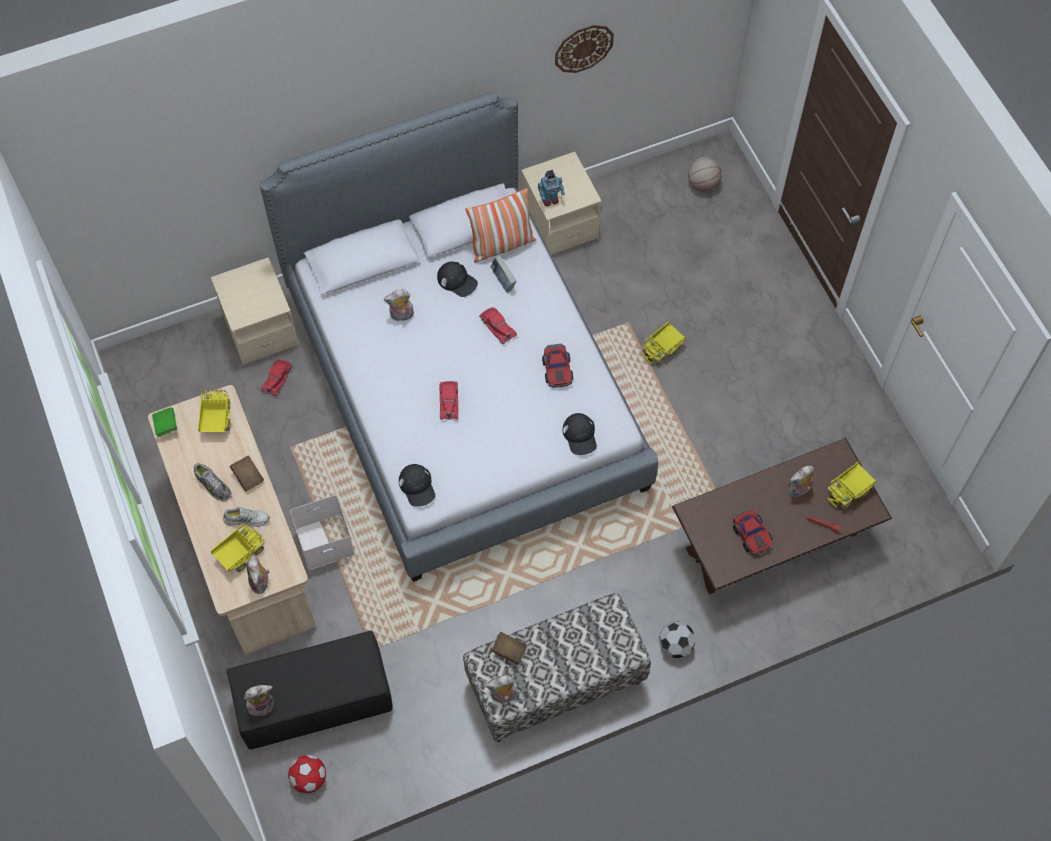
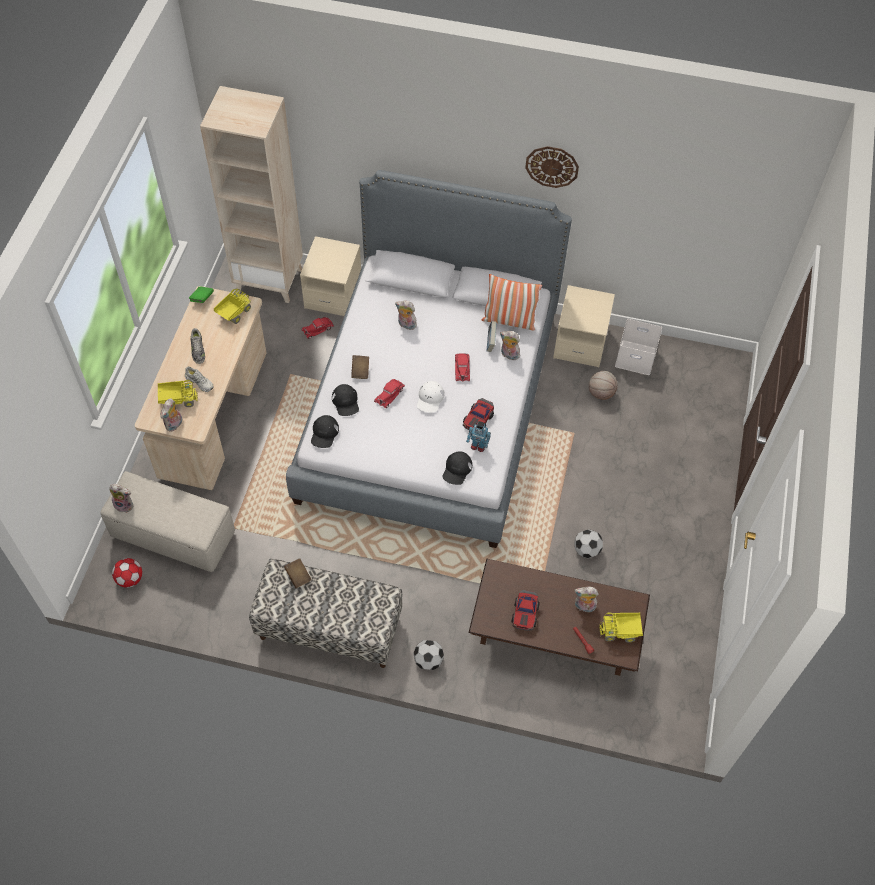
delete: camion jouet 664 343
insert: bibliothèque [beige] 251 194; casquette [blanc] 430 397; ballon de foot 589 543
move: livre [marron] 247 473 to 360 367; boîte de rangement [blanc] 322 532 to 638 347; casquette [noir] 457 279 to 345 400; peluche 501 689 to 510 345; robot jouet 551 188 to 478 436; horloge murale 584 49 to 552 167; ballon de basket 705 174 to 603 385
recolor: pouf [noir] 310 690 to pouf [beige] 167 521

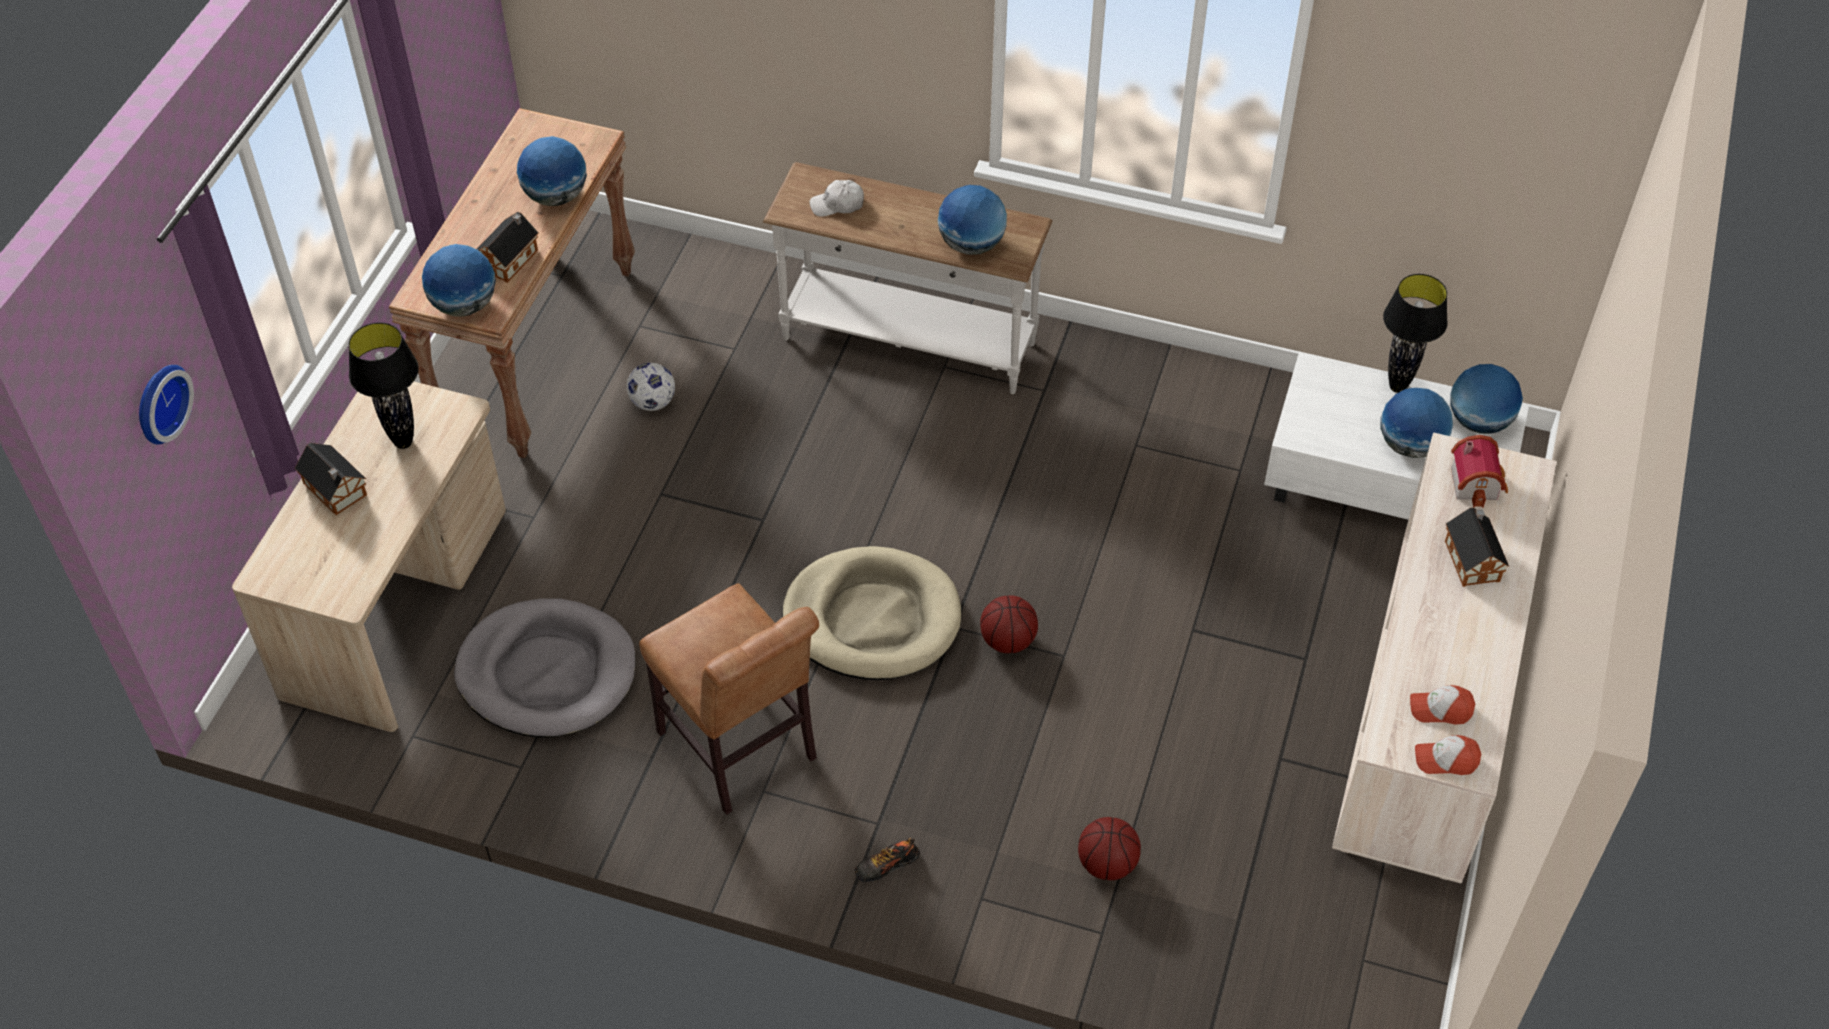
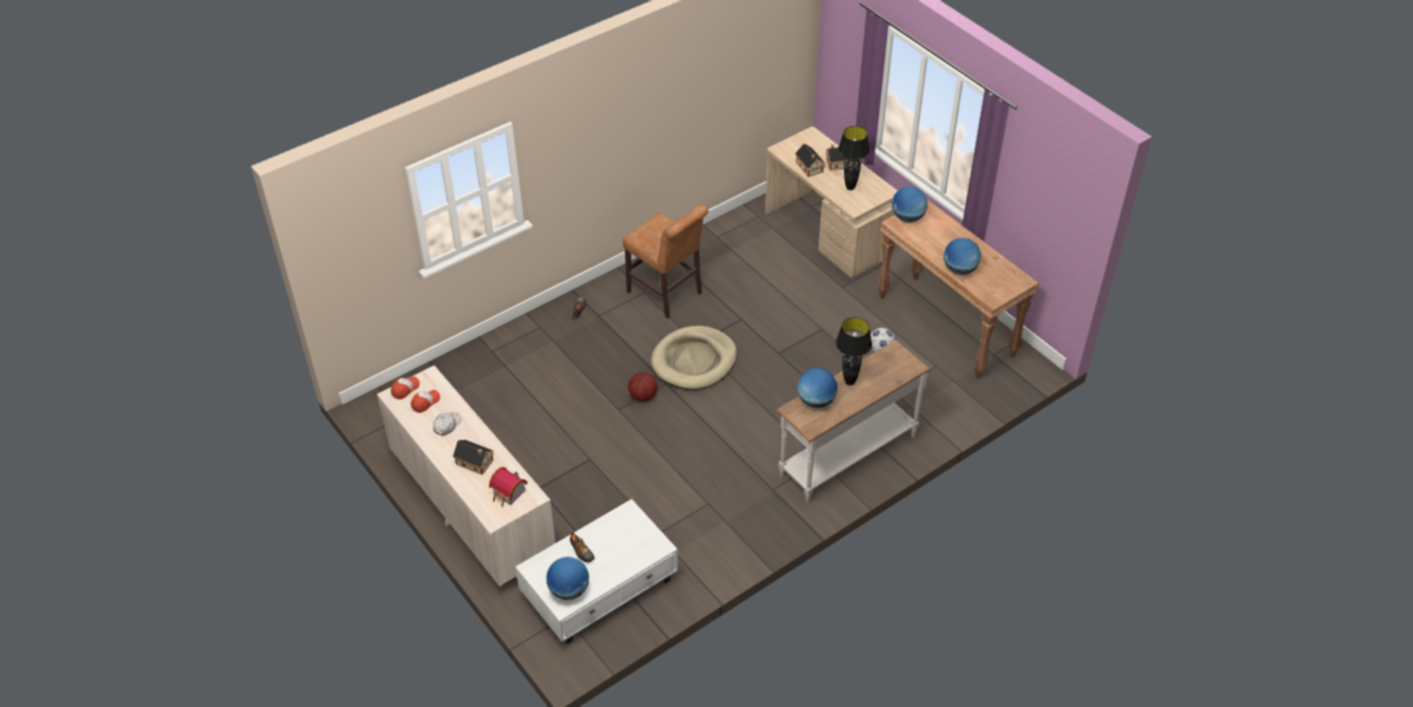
delete: horloge murale 166 405; panier pour chien [gris] 544 668; ballon de basket 1109 848
move: maison miniature 508 247 to 810 160; casquette [blanc] 837 198 to 447 424; lampe de table [noir] 1415 333 to 854 351
replace: globe 1417 423 to chaussure 582 547
rotate: chaise [marron] 729 699 = 665 261 135 degrees counterclockwise

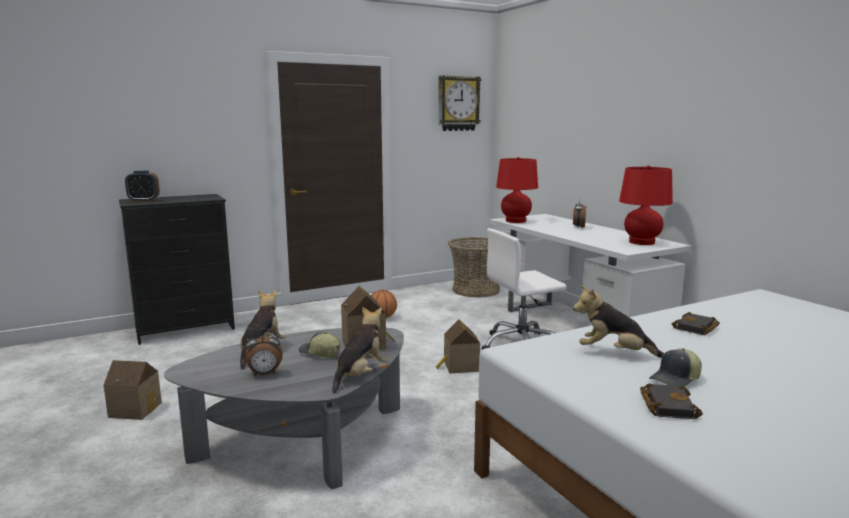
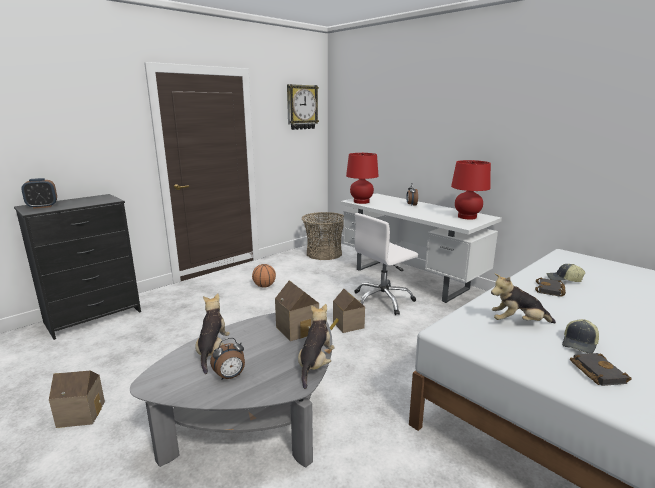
move: casquette 319 345 to 565 273

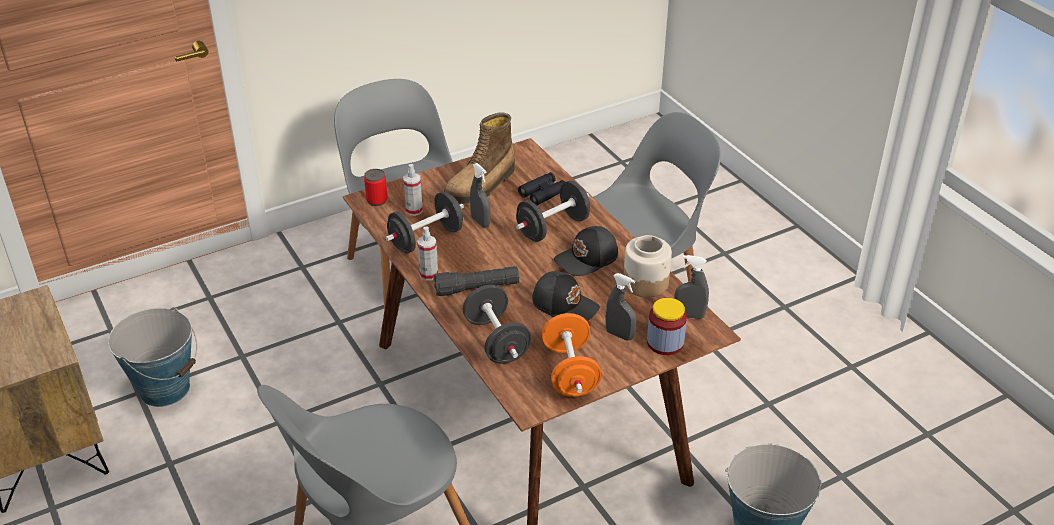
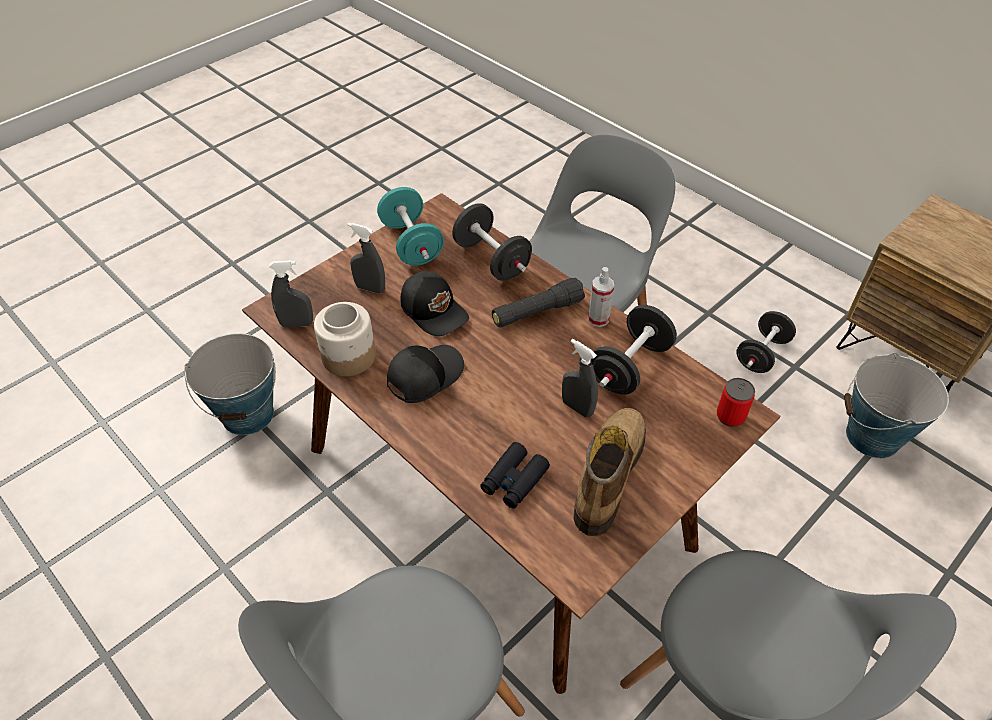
delete: vaporisateur 413 190; bocal 667 326
move: haltère [noir] 553 211 to 766 342
recolor: haltère [orange] 572 355 to haltère [turquoise] 410 226
rotate: casquette [noir] 566 296 = 435 303 150 degrees counterclockwise

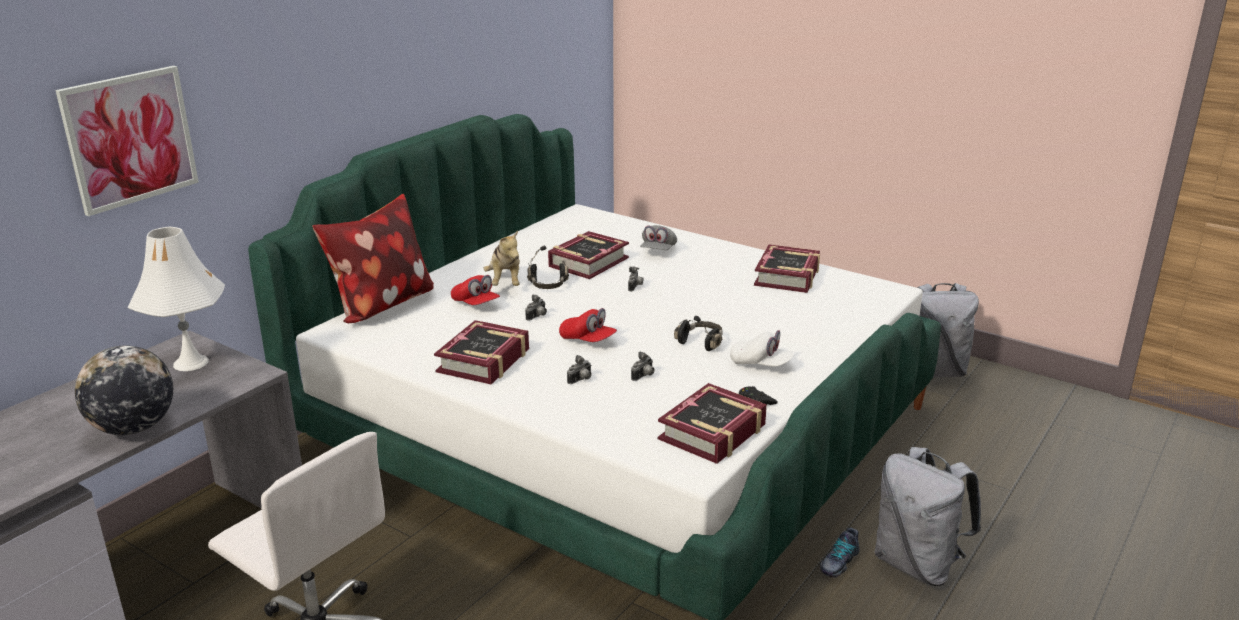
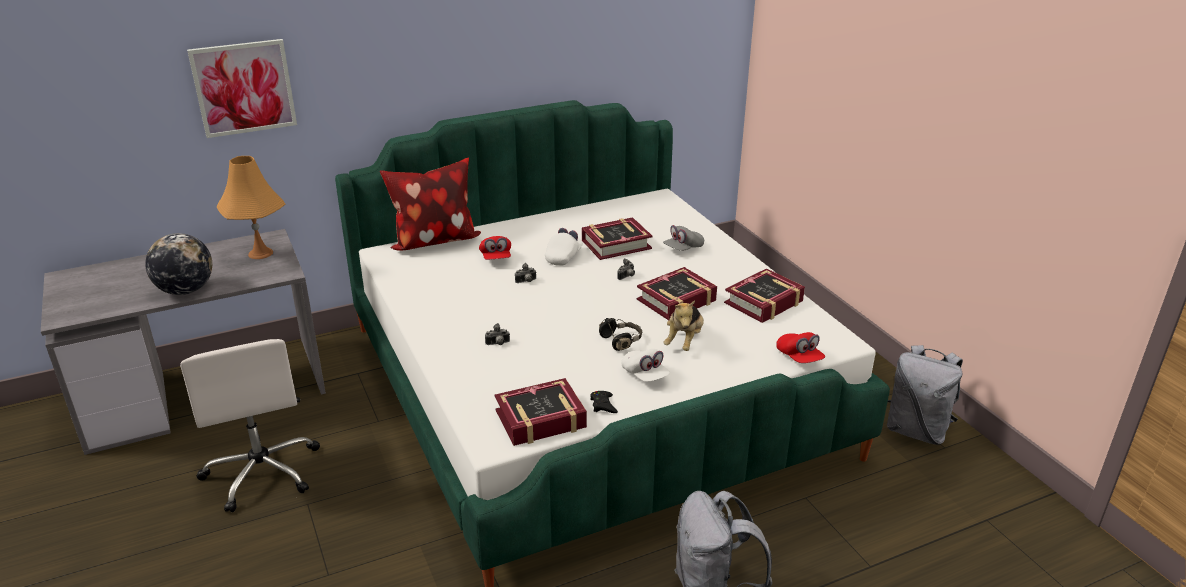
delete: appareil photo 643 366; chaussure 840 553
move: livre 481 352 to 677 293; peluche 501 258 to 684 325; casquette [rouge] 588 325 to 800 347
replace: casque audio [noir] 548 267 to casquette [blanc] 563 247
recolor: lampe de table [blanc] 176 299 to lampe de table [orange] 250 207

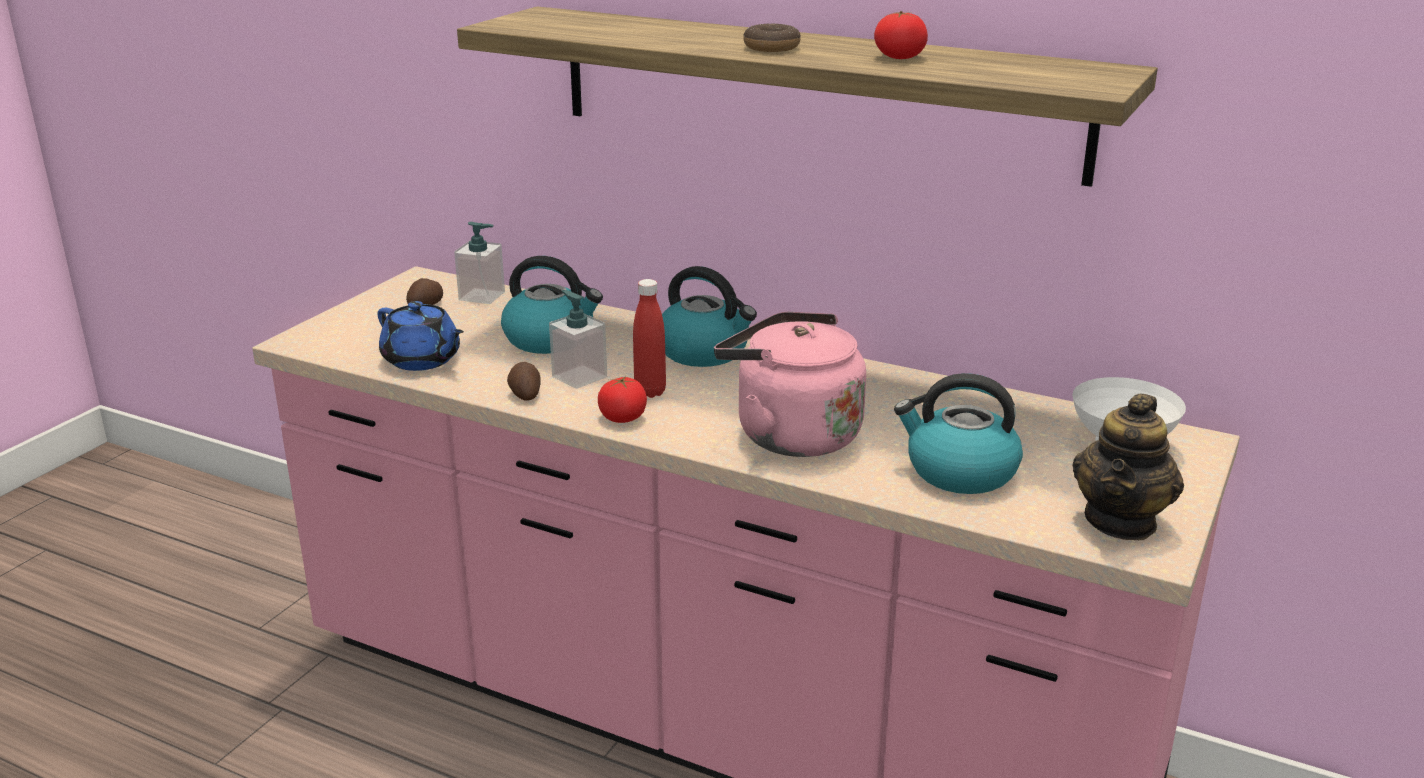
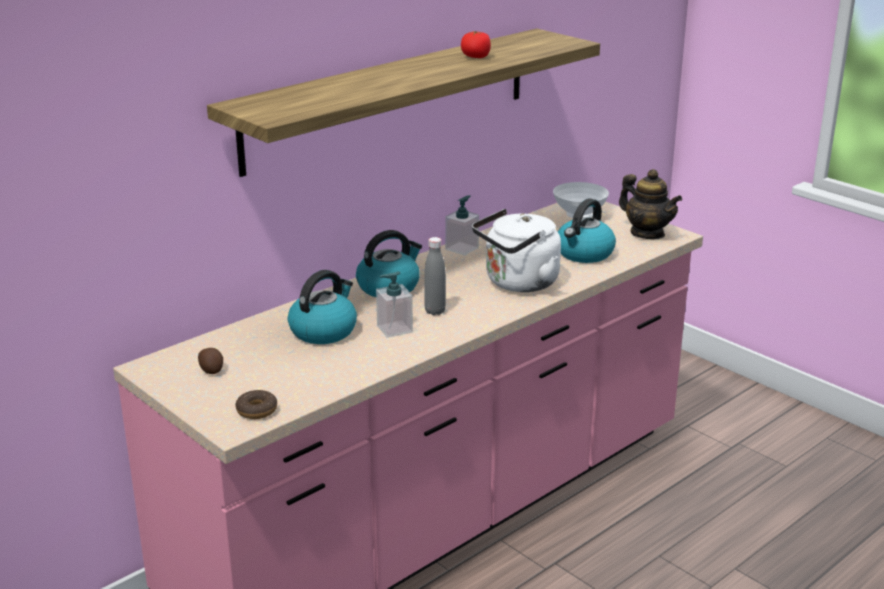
delete: théière [bleu] 420 336; pomme de terre 524 381; tomate 622 399
move: distributeur de savon 479 263 to 462 225; beignet 772 37 to 256 404
recolor: bouteille [rouge] 649 338 to bouteille [gris] 435 276; bouilloire [rose] 790 384 to bouilloire [blanc] 516 250

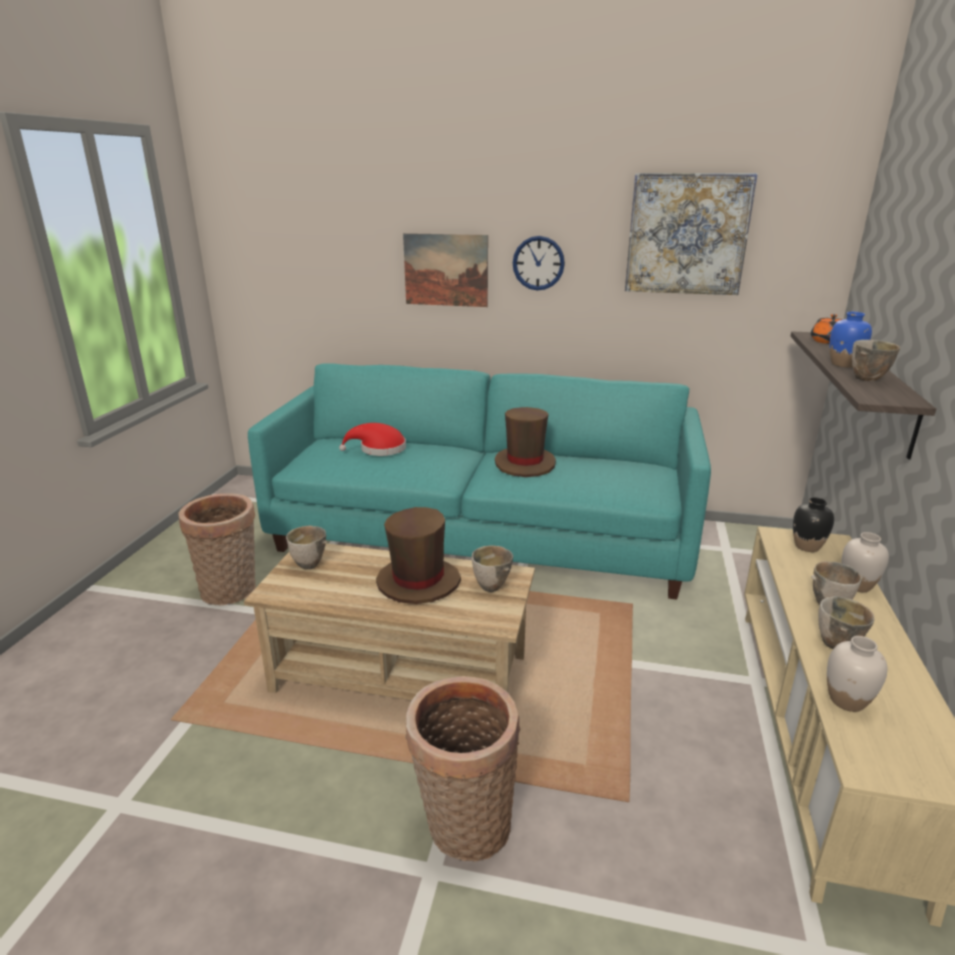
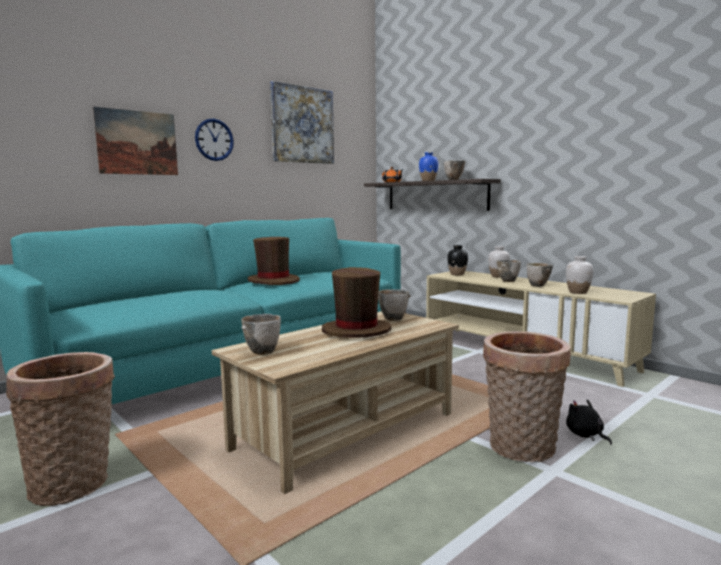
delete: chapeau [rouge] 372 439
insert: peluche [noir] 589 422

